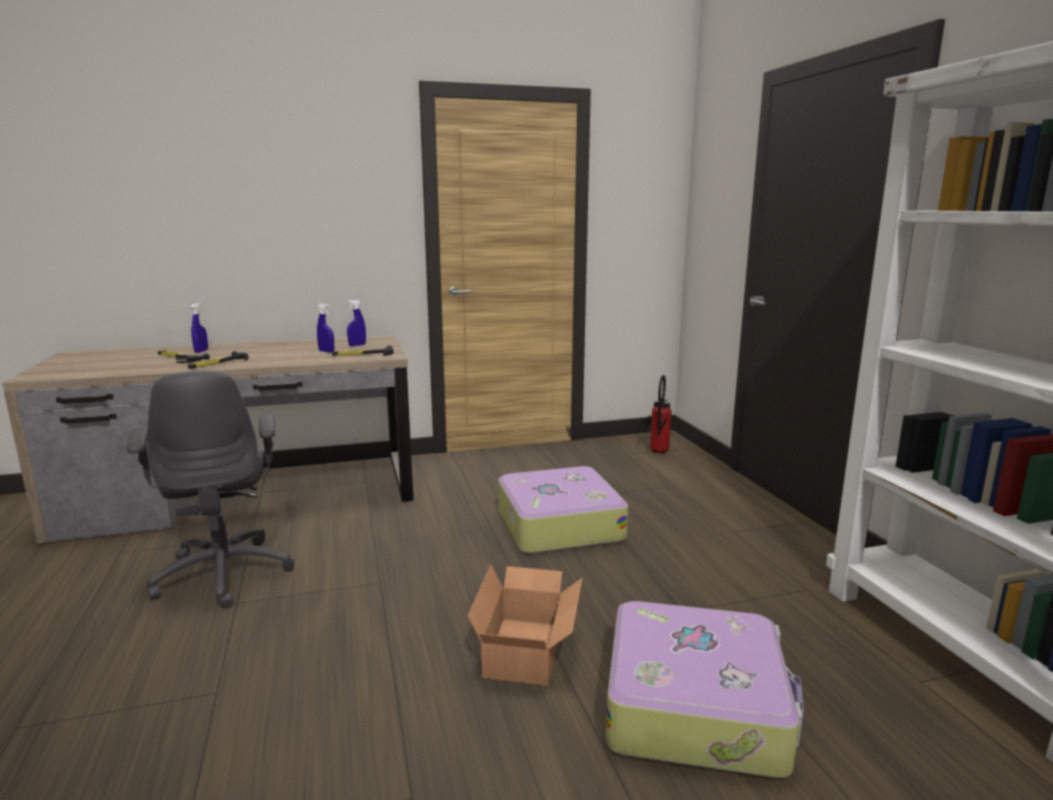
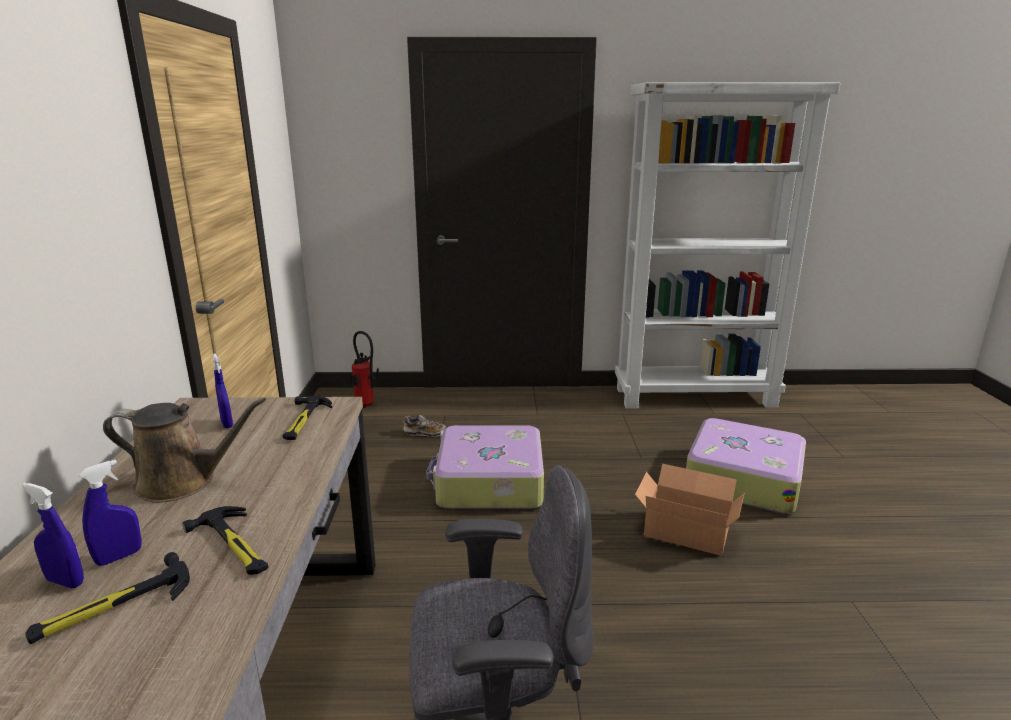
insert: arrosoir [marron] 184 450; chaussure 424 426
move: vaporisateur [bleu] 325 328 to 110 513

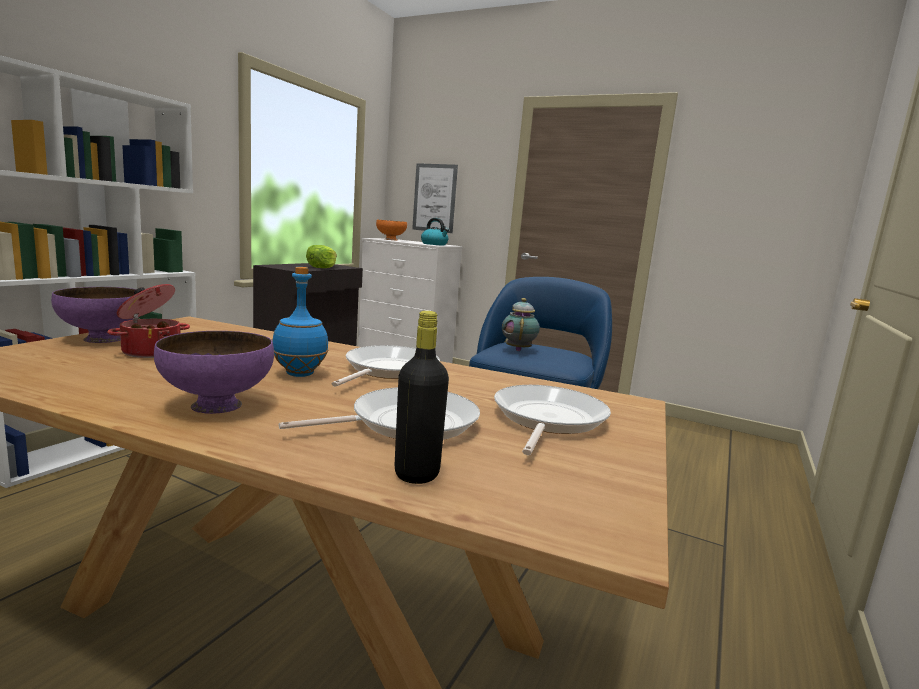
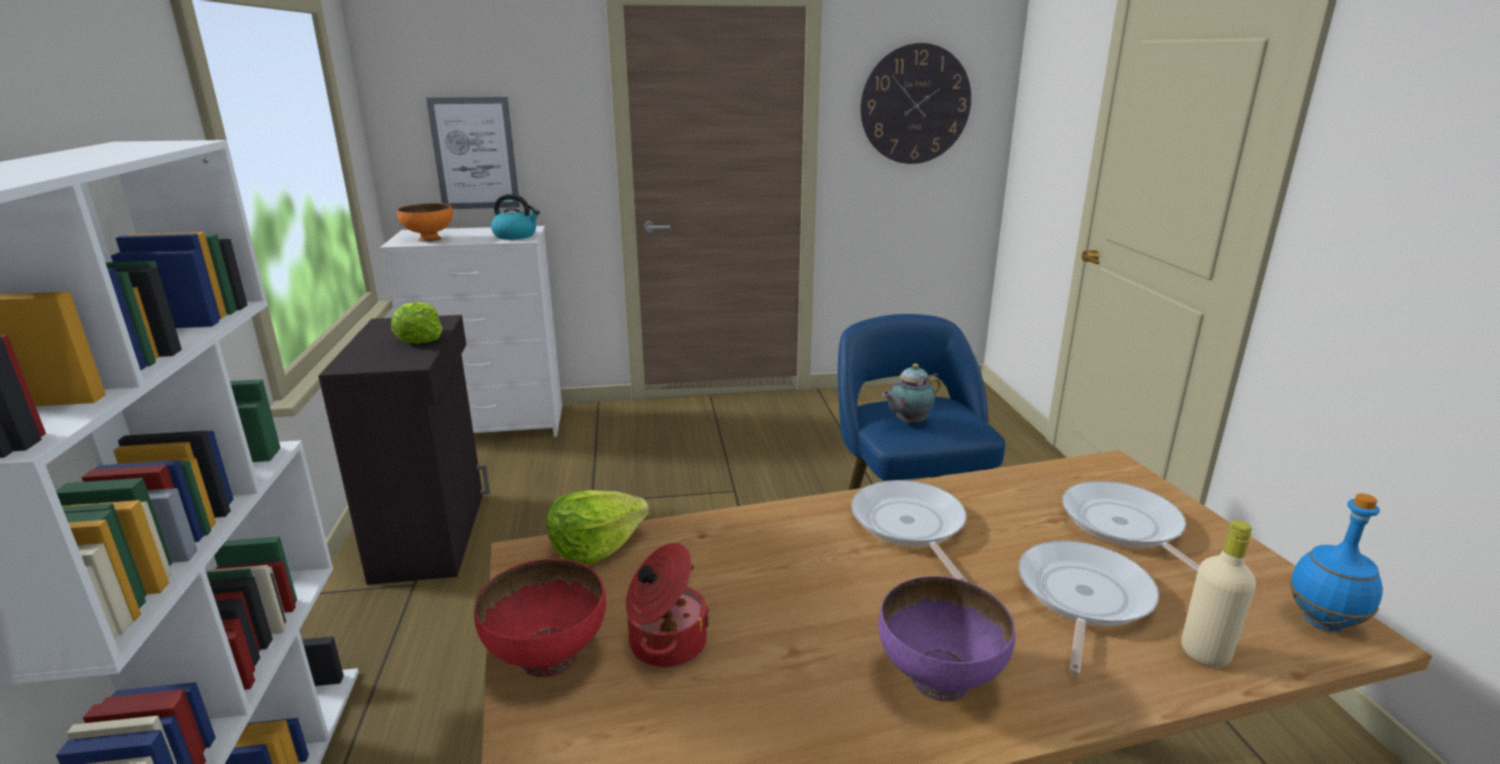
insert: laitue 598 527; horloge murale 915 103
move: bouteille [bleu] 301 322 to 1336 562
recolor: bol [violet] 95 315 to bol [rouge] 540 618; bouteille [noir] 422 397 to bouteille [beige] 1218 593
rotate: théière 521 324 = 911 393 90 degrees counterclockwise

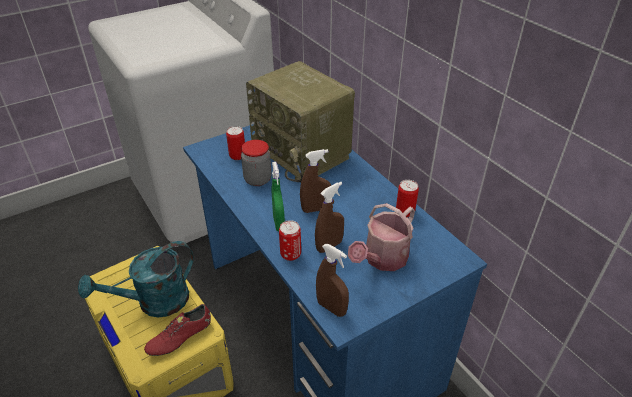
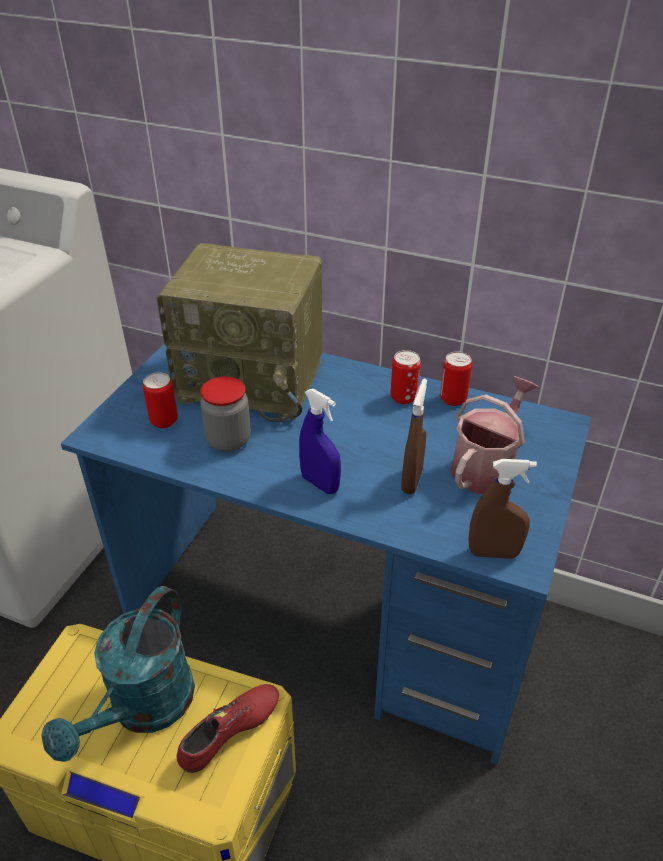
delete: vaporisateur [marron] 315 181
move: boîte métallique 290 240 to 406 377
recolor: vaporisateur [vert] 278 196 to vaporisateur [bleu] 320 441
rotate: chaussure [rouge] 177 330 = 227 728 150 degrees counterclockwise; arrosoir 381 237 = 494 435 150 degrees counterclockwise

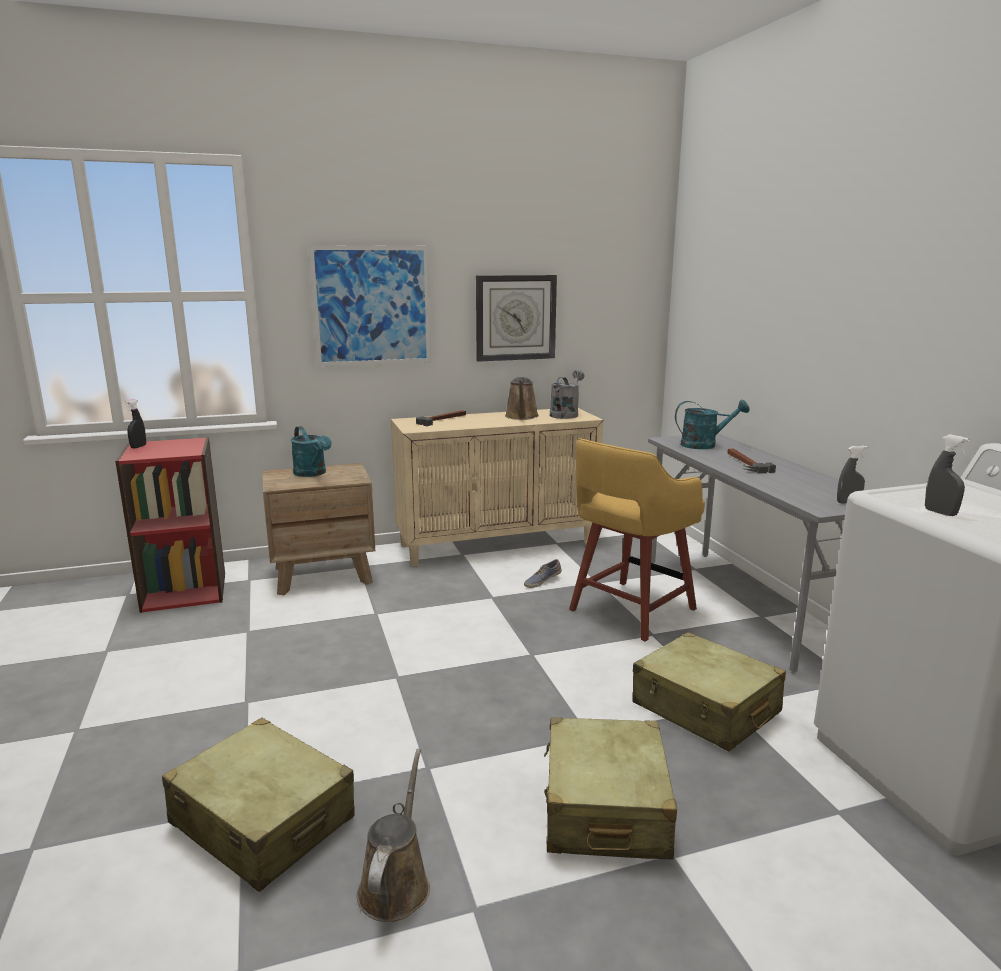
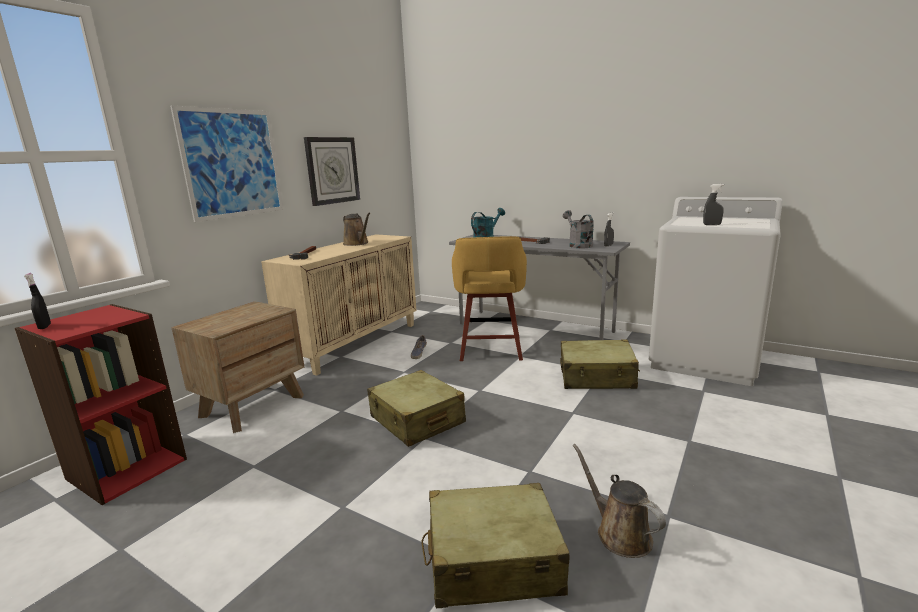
delete: arrosoir [turquoise] 311 451
move: valise [beige] 610 788 to 416 408; arrosoir [gris] 567 394 to 578 229

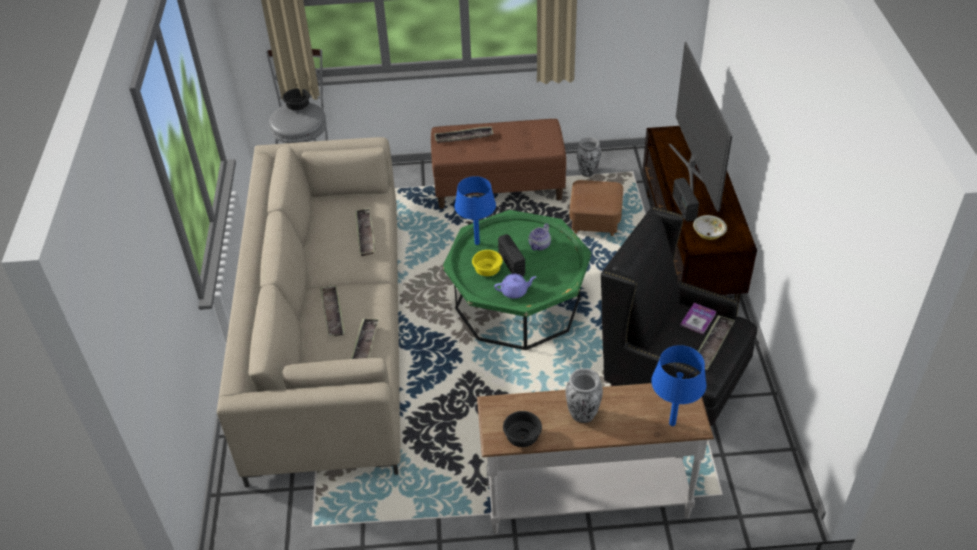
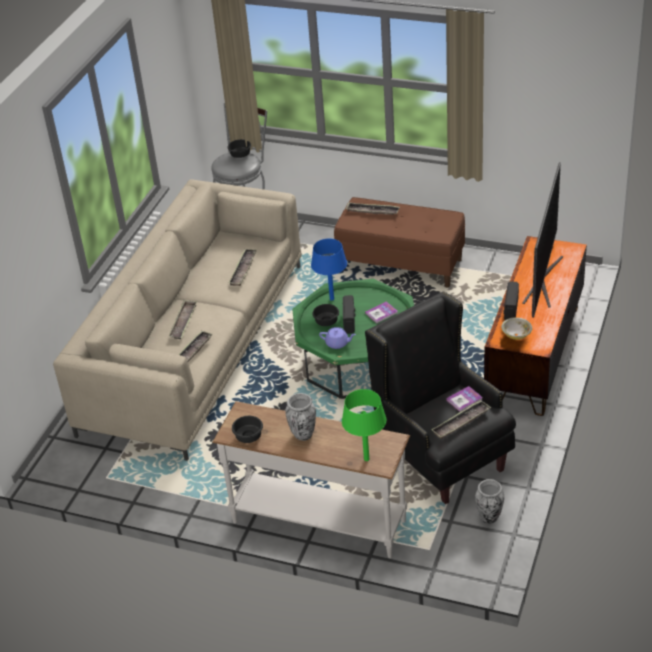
delete: pouf [marron] 596 208
move: vase 589 157 to 489 501
replace: théière 540 236 to livre 381 312
recolor: bol [jaune] 487 263 to bol [noir] 325 315; lampe de table [bleu] 678 385 to lampe de table [vert] 364 425

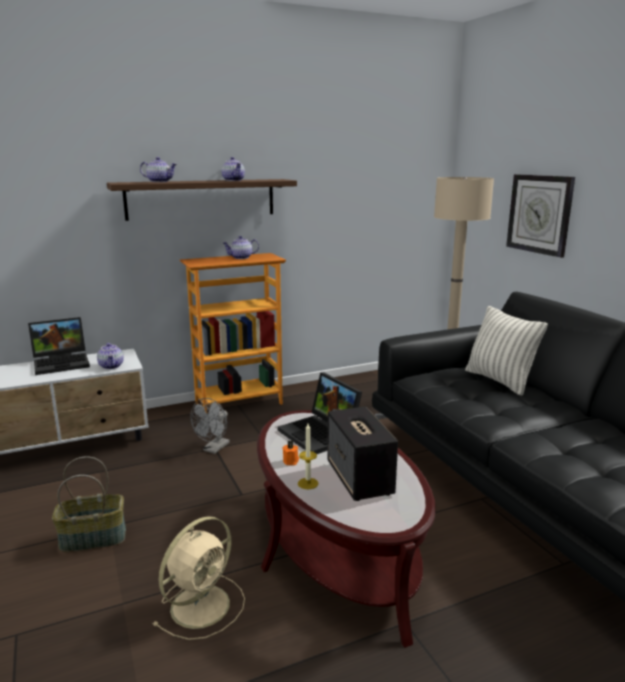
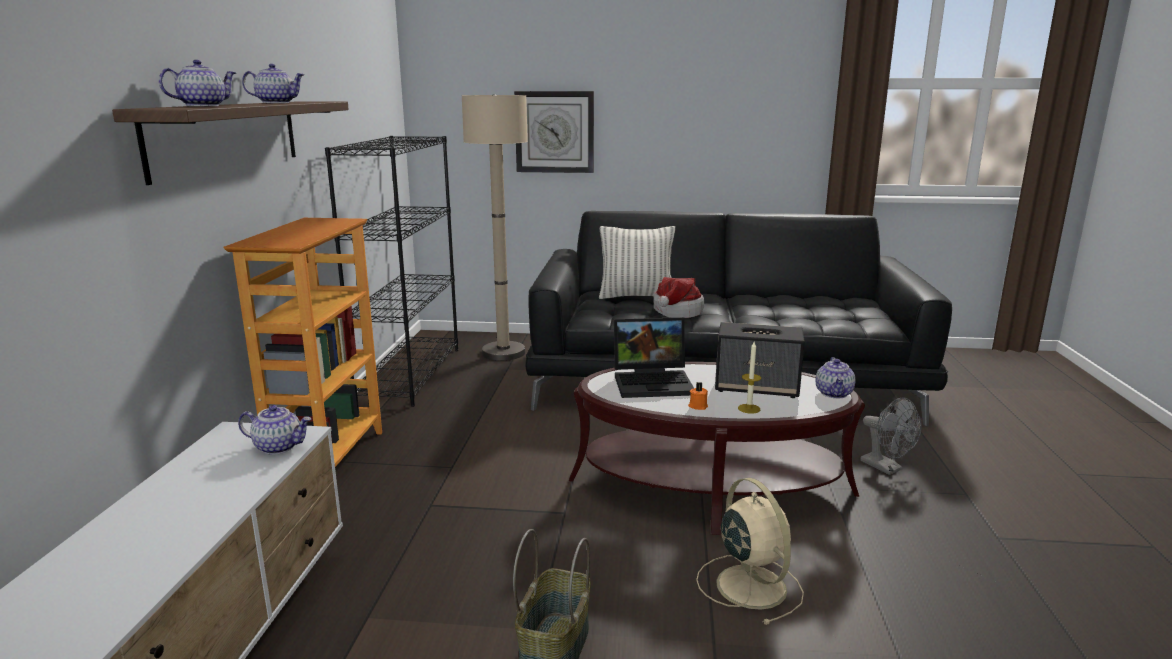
delete: ordinateur portable 59 346
insert: bibliothèque [noir] 391 271; chapeau 678 297
move: ventilateur [gris] 210 426 to 891 436; théière 241 247 to 835 377

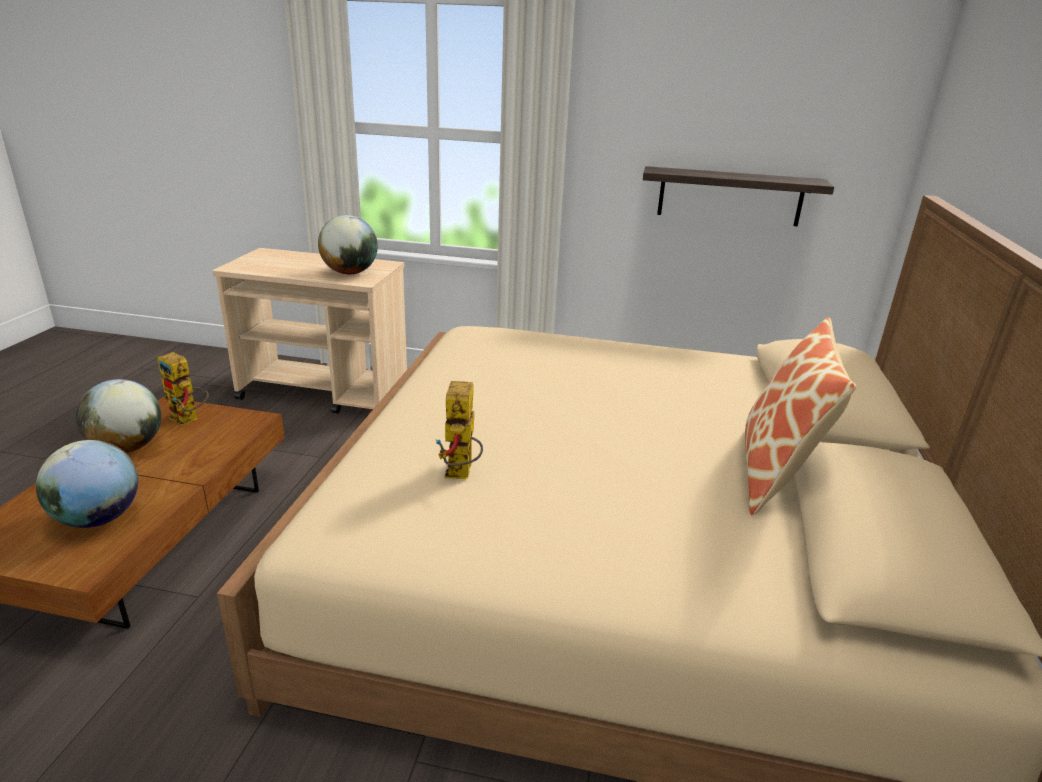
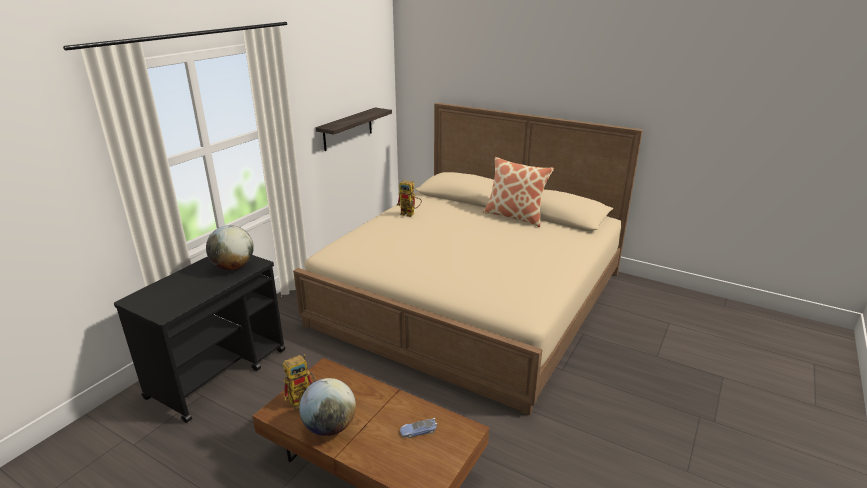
move: robot jouet 459 430 to 409 198
replace: globe 87 484 to petite voiture 418 428
recolor: chariot [beige] 310 330 to chariot [noir] 200 339

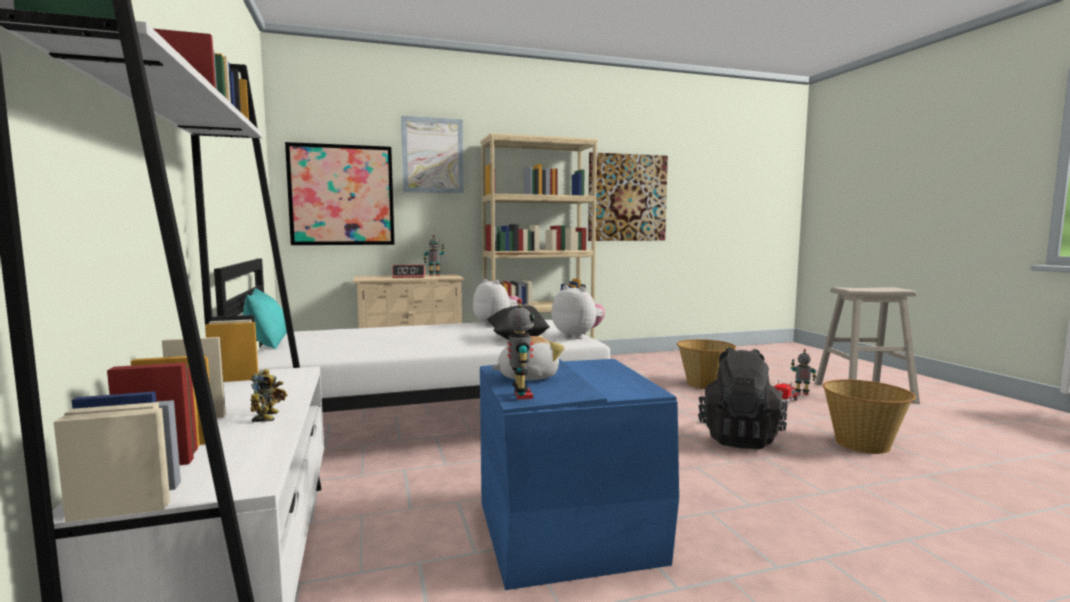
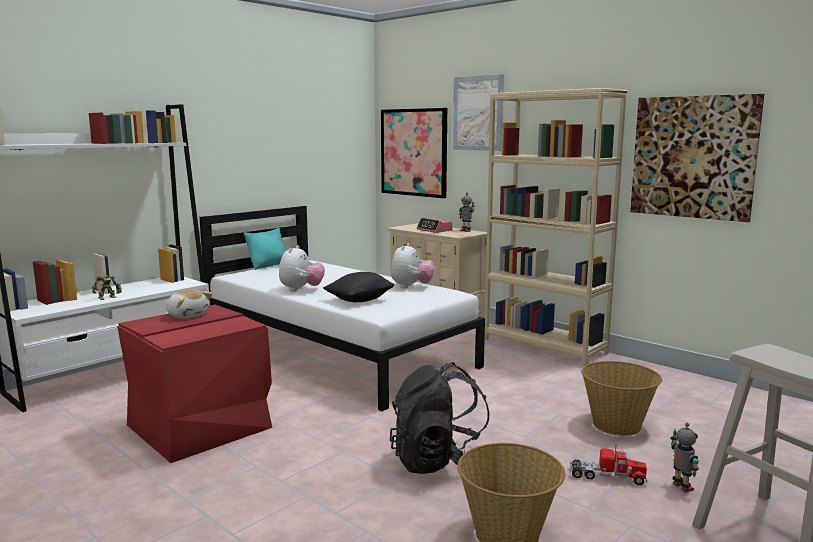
delete: robot jouet 520 349
move: peluche 578 312 to 302 268
recolor: boîte de rangement [bleu] 579 474 to boîte de rangement [rouge] 194 384

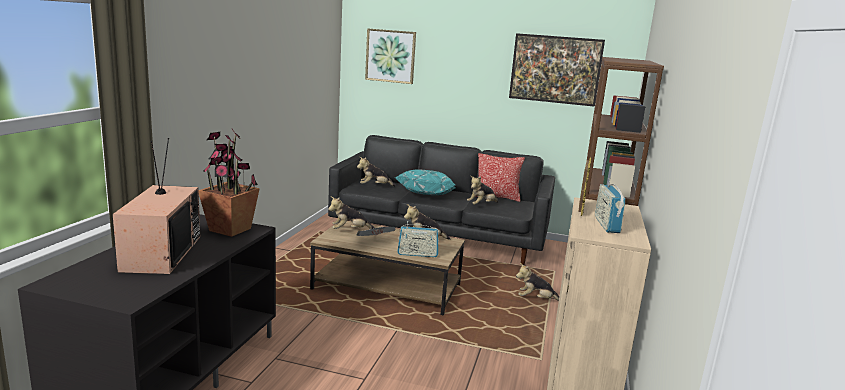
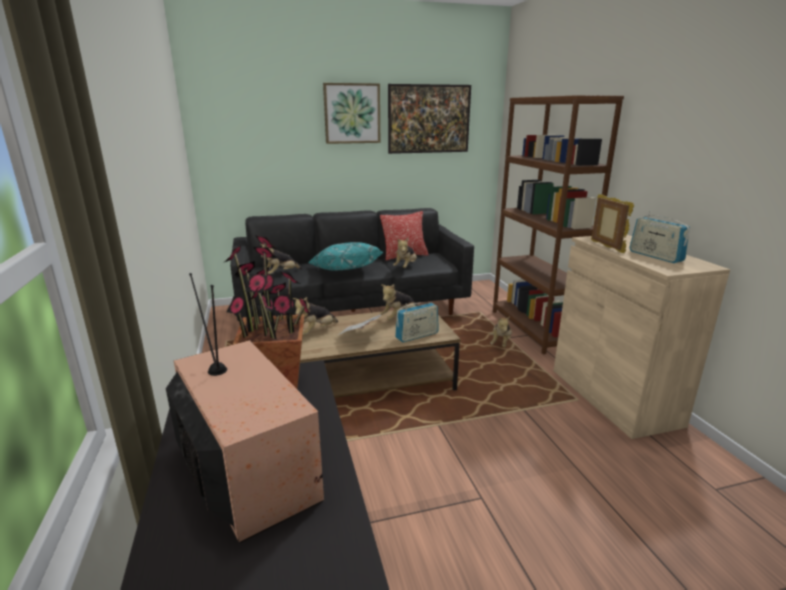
move: tableau 390 56 to 351 113
rotate: peluche 537 282 = 501 331 45 degrees counterclockwise

